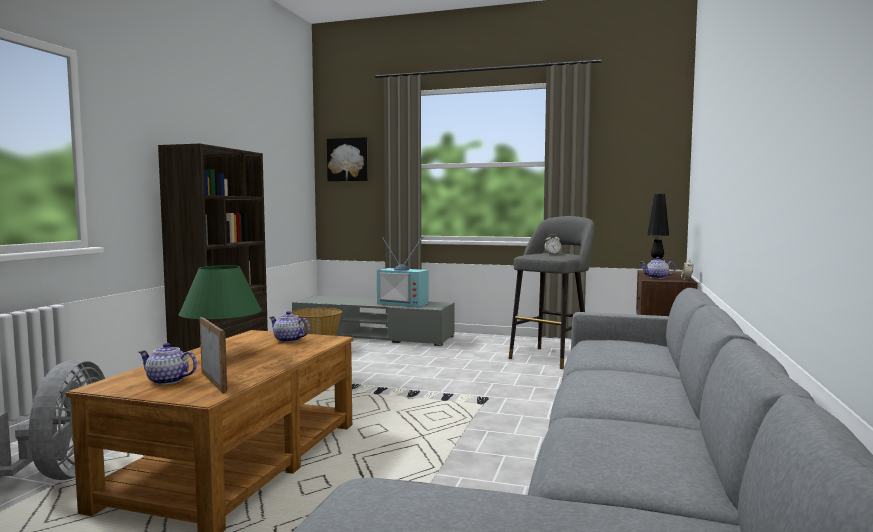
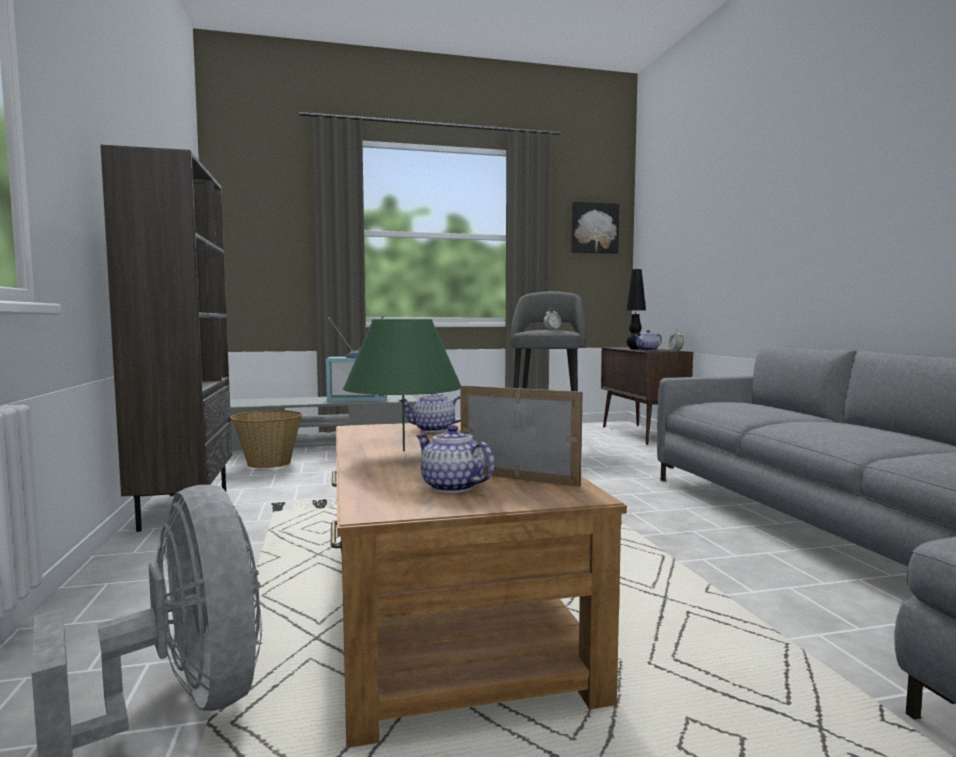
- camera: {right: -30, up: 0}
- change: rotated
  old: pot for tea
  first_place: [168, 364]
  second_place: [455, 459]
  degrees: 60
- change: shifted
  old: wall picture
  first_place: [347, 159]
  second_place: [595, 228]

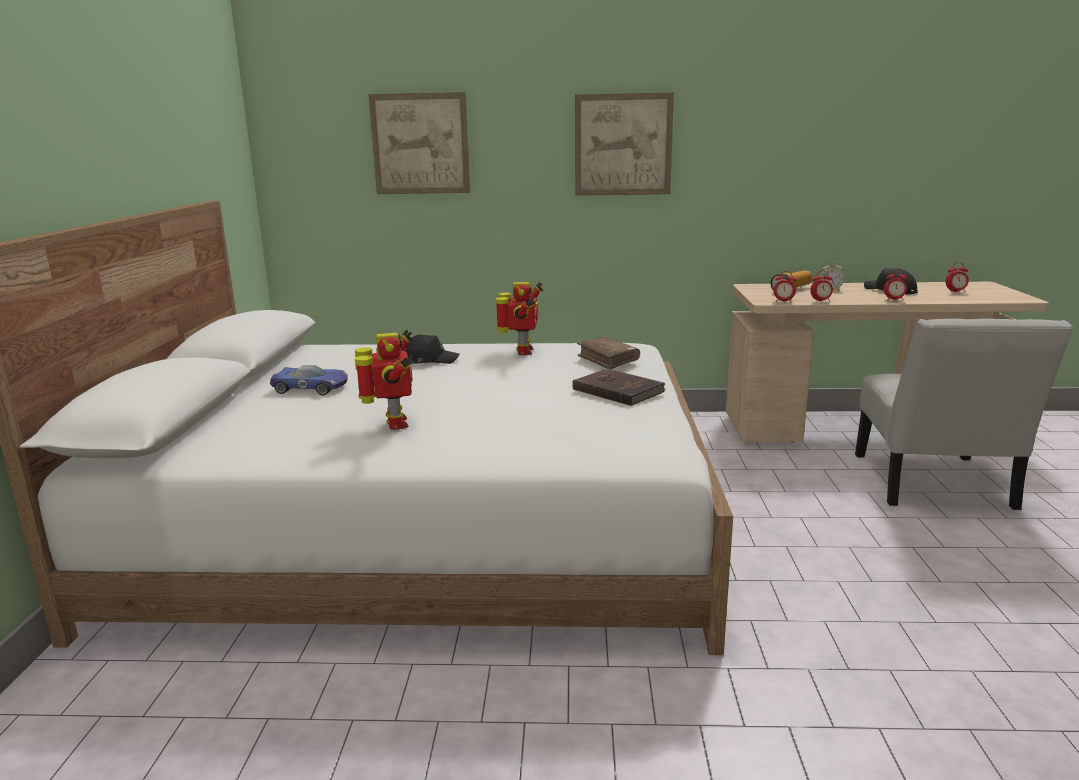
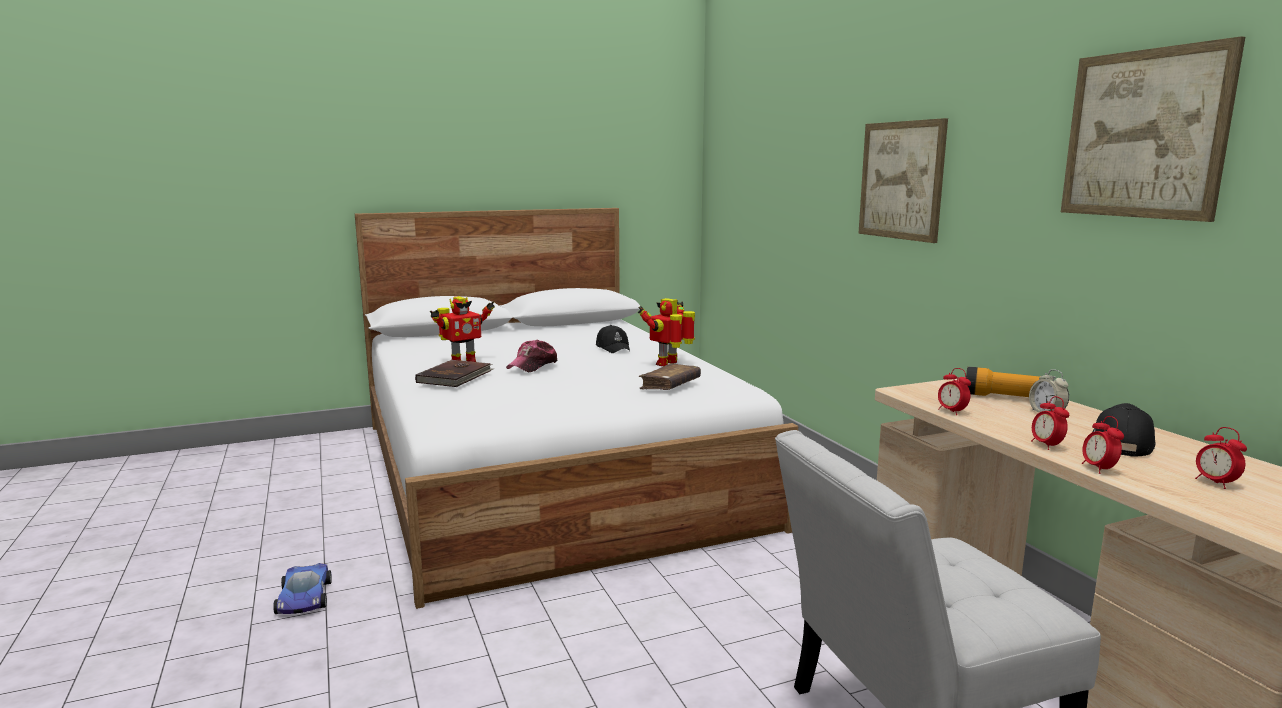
- camera: {right: 65, up: -5}
- change: shifted
  old: miniature car
  first_place: [309, 380]
  second_place: [302, 588]
- change: shifted
  old: wall picture
  first_place: [419, 143]
  second_place: [1153, 129]
- change: rotated
  old: robot figure
  first_place: [519, 318]
  second_place: [666, 332]
  degrees: 150
- change: shifted
  old: brown-coloured volume
  first_place: [619, 387]
  second_place: [454, 373]
- change: shifted
  old: bedside clock
  first_place: [785, 287]
  second_place: [1103, 445]
- change: new
  new: peaked cap
  second_place: [532, 356]

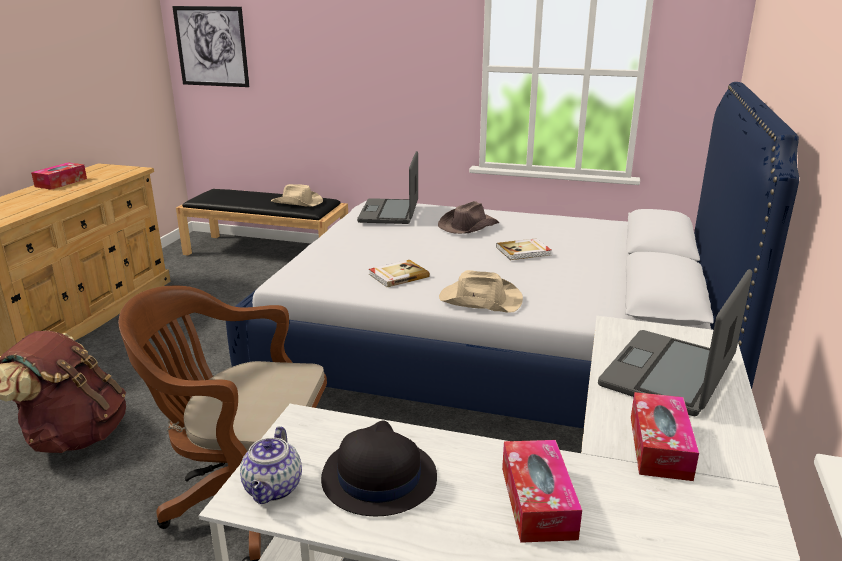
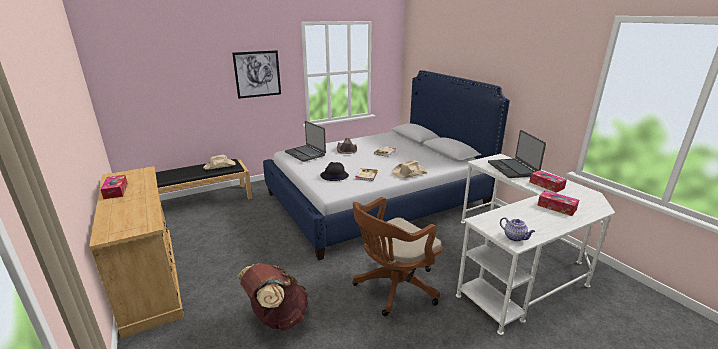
- camera: {right: -45, up: 0}
- change: shifted
  old: wall picture
  first_place: [210, 46]
  second_place: [256, 74]
- change: shifted
  old: blackish clothing hat
  first_place: [379, 468]
  second_place: [334, 171]

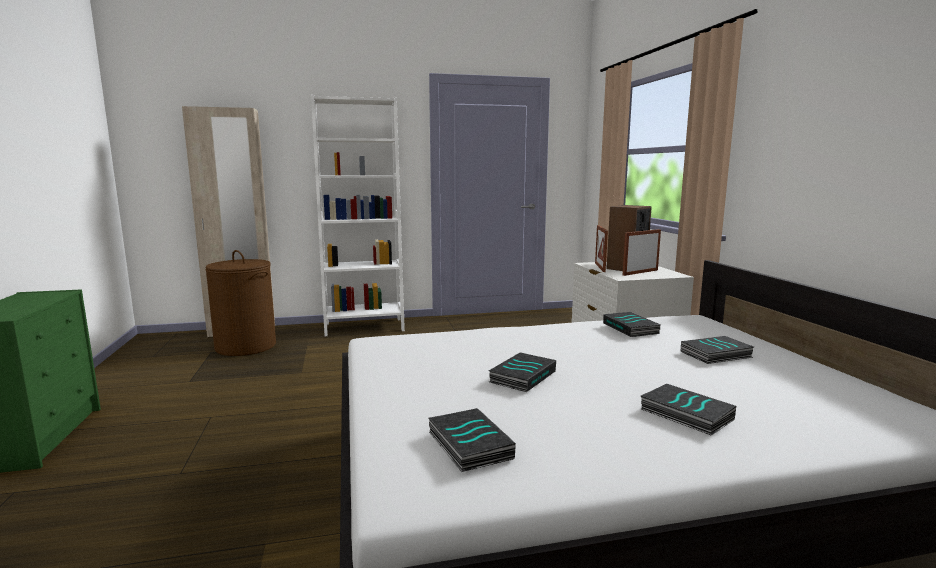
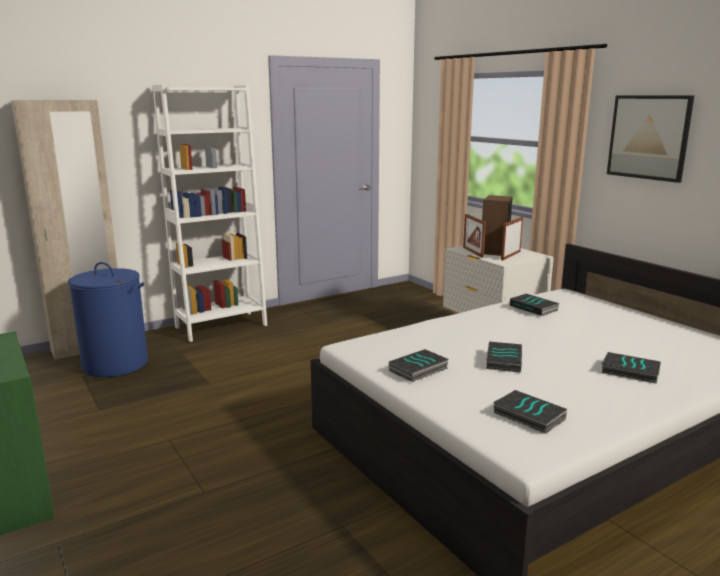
- camera: {right: -20, up: 5}
- change: repainted
  old: brown-coloured hamper
  new: blue-coloured hamper
  first_place: [240, 303]
  second_place: [108, 319]
- change: shifted
  old: volume
  first_place: [717, 350]
  second_place: [419, 365]
- change: new
  new: wall picture
  second_place: [650, 139]

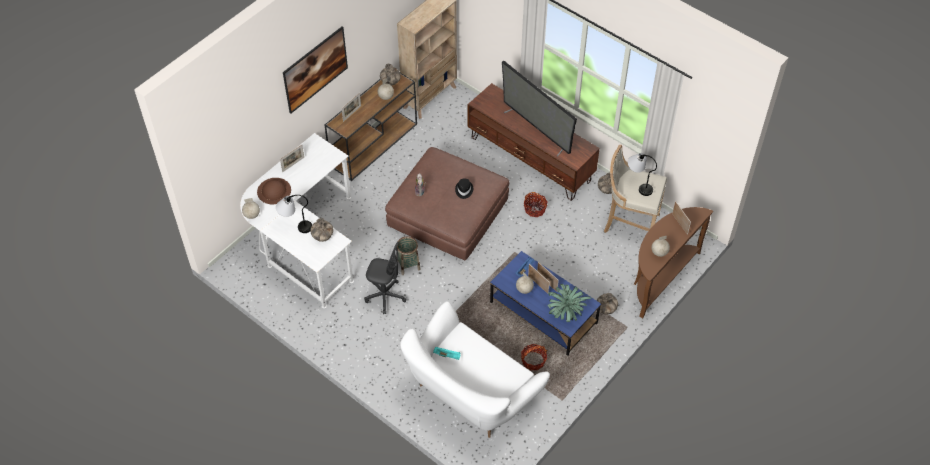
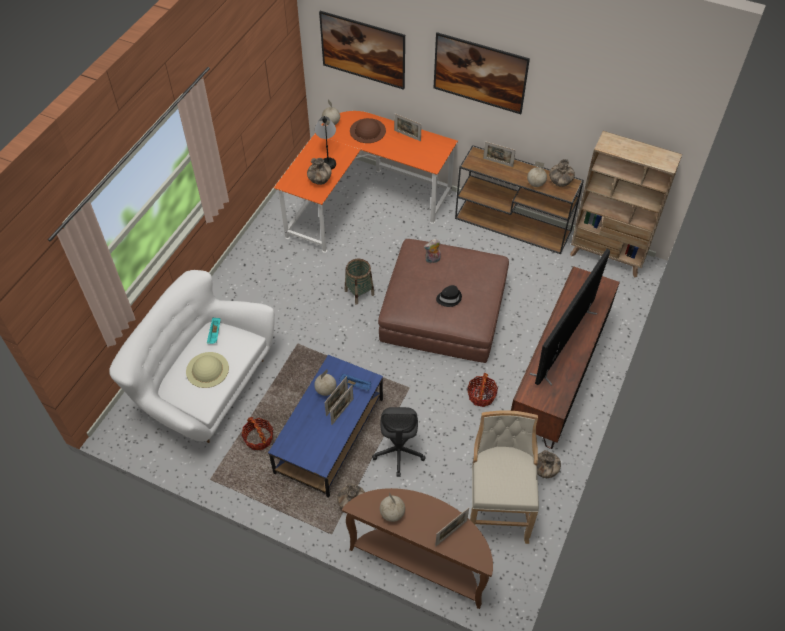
- camera: {right: 75, up: 0}
- change: repainted
  old: whitish desk unit
  new: orangey desk unit
  first_place: [297, 220]
  second_place: [366, 182]
- change: shifted
  old: greyish desk chair
  first_place: [385, 278]
  second_place: [399, 442]
- change: gone
  old: potted plant
  first_place: [569, 303]
- change: gone
  old: table lamp
  first_place: [642, 174]
- change: new
  new: beige-coloured clothing hat
  second_place: [207, 370]
- change: new
  new: wall picture
  second_place: [362, 50]

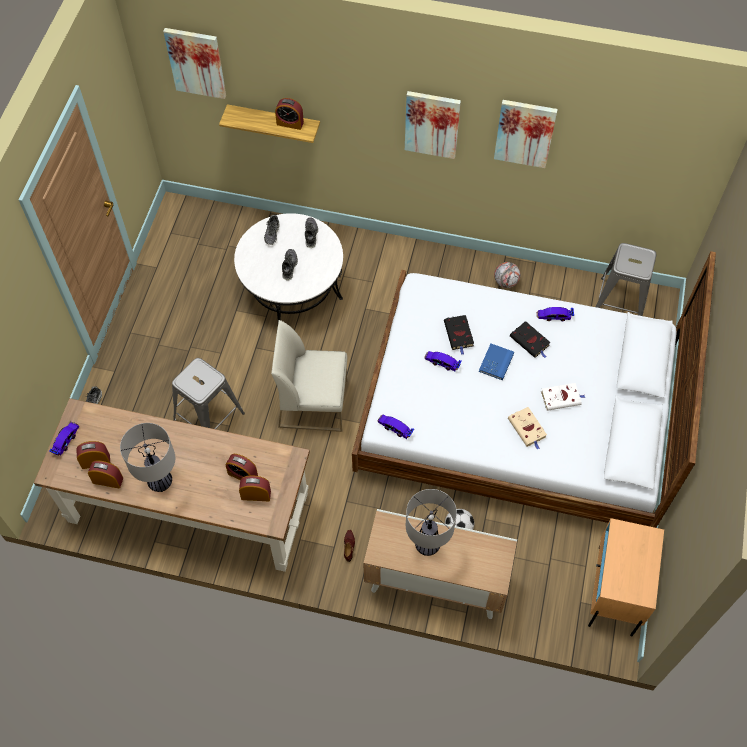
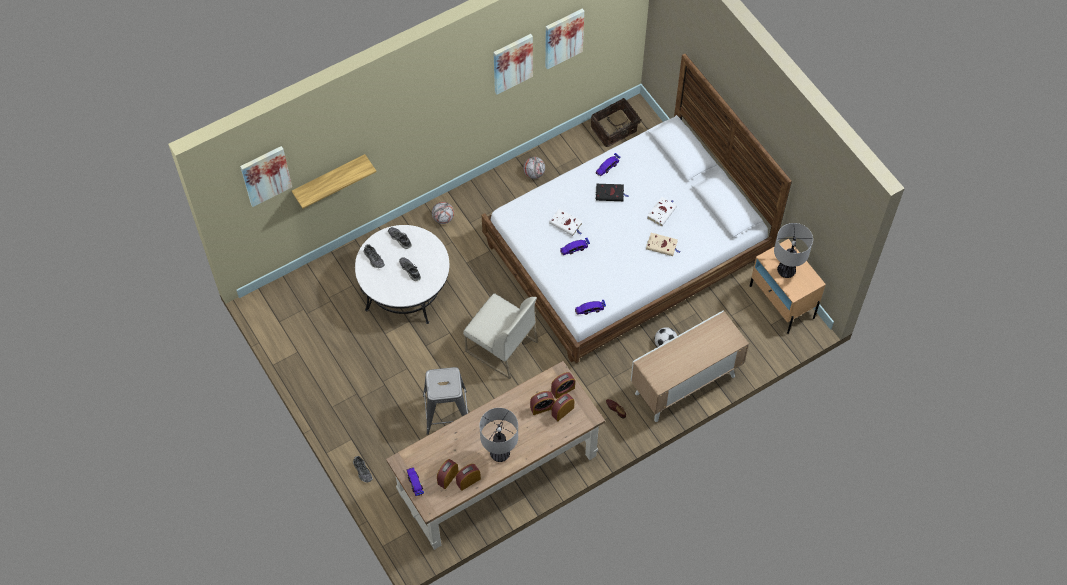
- camera: {right: -45, up: 0}
- change: rotated
  old: whitish plain chair
  first_place: [309, 376]
  second_place: [500, 336]
  degrees: -105
- change: shifted
  old: bedside clock
  first_place: [289, 114]
  second_place: [563, 385]
- change: shifted
  old: wall picture
  first_place: [433, 125]
  second_place: [564, 39]
- change: shifted
  old: table lamp
  first_place: [431, 522]
  second_place: [793, 250]
- change: repainted
  old: blackish volume
  new: whitish volume
  first_place: [459, 335]
  second_place: [565, 222]
- change: gone
  old: blue-coloured volume
  first_place: [496, 362]
- change: swapped
  old: greyish stool seat
  new: storage basket
  first_place: [626, 279]
  second_place: [616, 122]
- change: new
  new: football ball
  second_place: [443, 213]

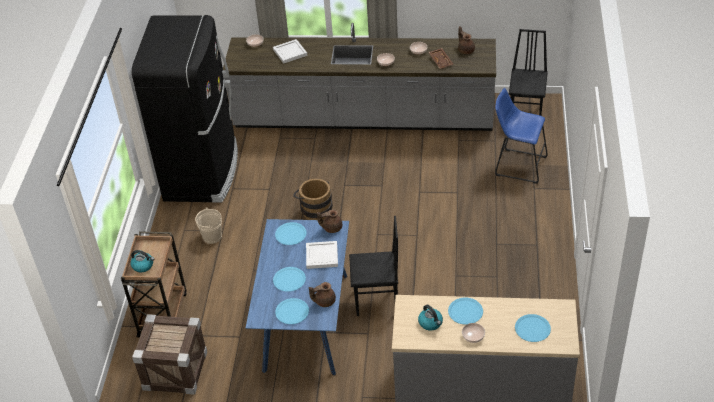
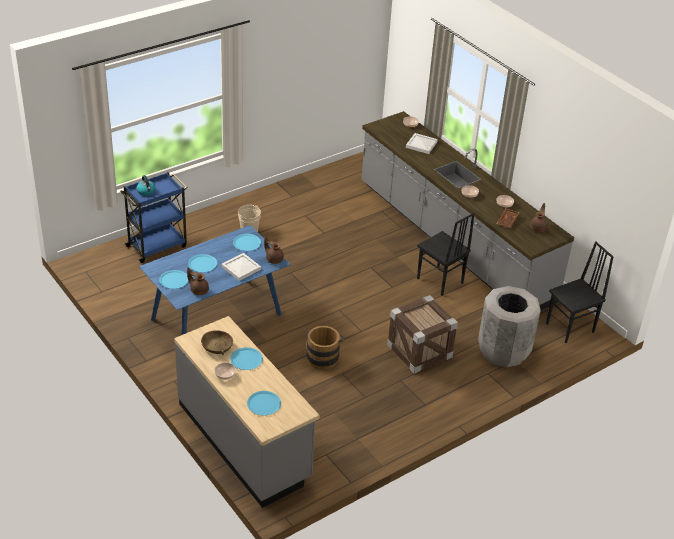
- camera: {right: 45, up: -5}
- change: repainted
  old: brown-coloured cart
  new: blue-coloured cart
  first_place: [153, 284]
  second_place: [154, 217]
- change: gone
  old: blackish fridge
  first_place: [185, 109]
- change: shifted
  old: shipping crate
  first_place: [169, 354]
  second_place: [422, 334]
- change: shifted
  old: brown-coloured water bucket
  first_place: [313, 199]
  second_place: [324, 348]
- change: shifted
  old: blackish plain chair
  first_place: [373, 266]
  second_place: [446, 254]
- change: swapped
  old: kettle
  new: brown-coloured deep dish
  first_place: [430, 317]
  second_place: [217, 343]
- change: swapped
  old: blue-coloured stool seat
  new: greyish waste bin
  first_place: [521, 136]
  second_place: [509, 326]

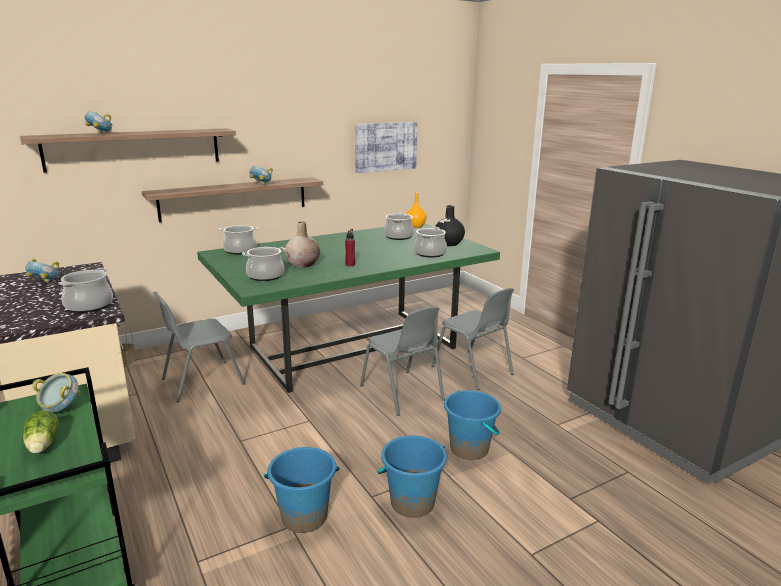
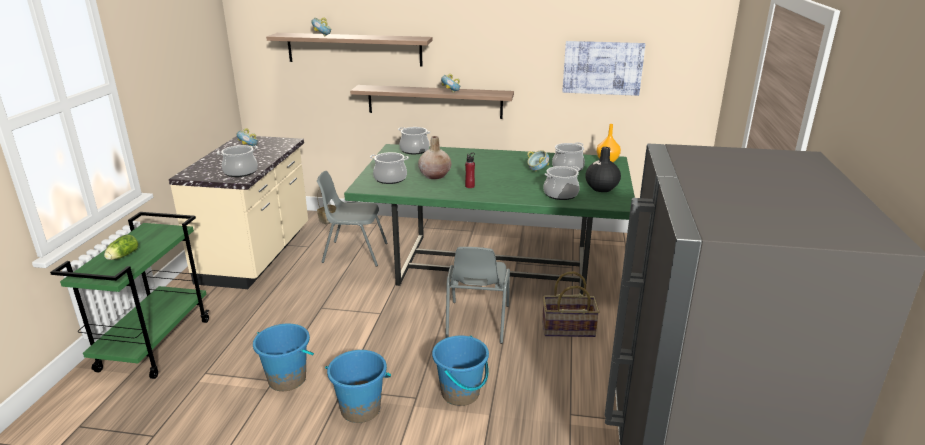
- camera: {right: 40, up: 5}
- change: shifted
  old: deep dish
  first_place: [56, 392]
  second_place: [538, 160]
- change: swapped
  old: greyish plain chair
  new: storage basket
  first_place: [473, 339]
  second_place: [571, 304]

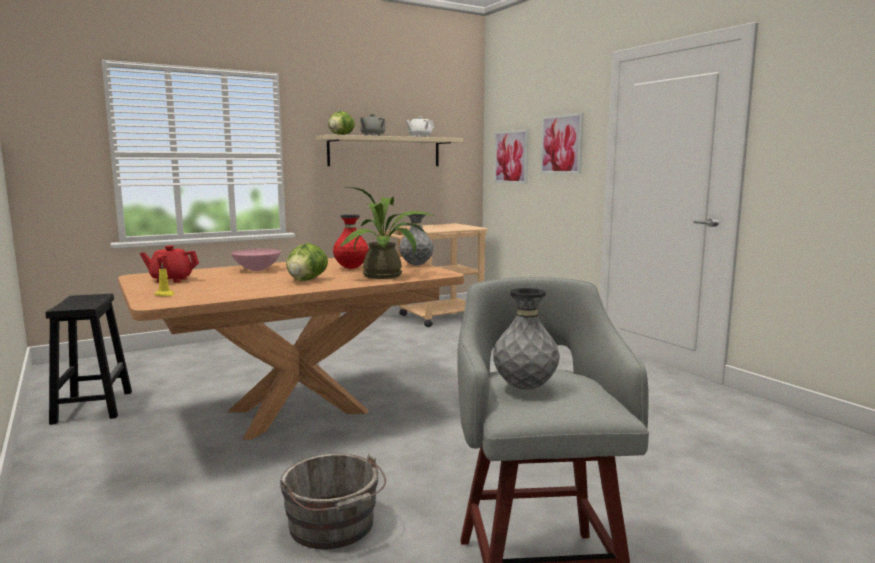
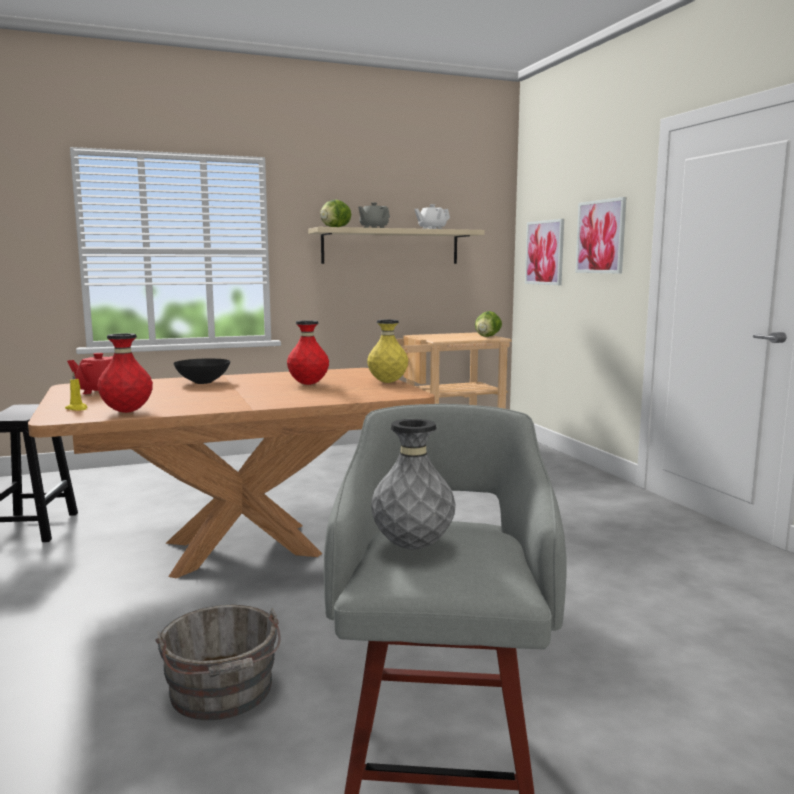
- camera: {right: 10, up: 0}
- change: repainted
  old: pink deep dish
  new: blackish deep dish
  first_place: [256, 260]
  second_place: [202, 371]
- change: shifted
  old: lettuce head
  first_place: [307, 262]
  second_place: [488, 324]
- change: gone
  old: potted plant
  first_place: [387, 233]
- change: repainted
  old: greyish decorative vase
  new: yellow-coloured decorative vase
  first_place: [416, 240]
  second_place: [387, 351]
- change: new
  new: red decorative vase
  second_place: [125, 373]

